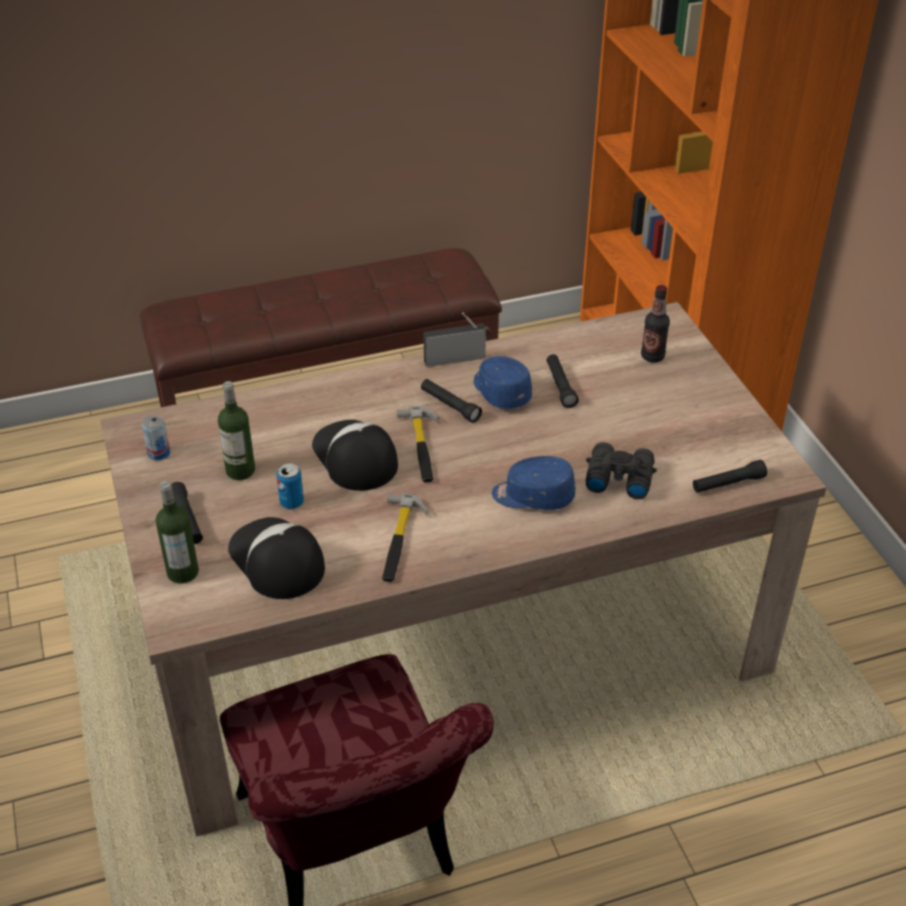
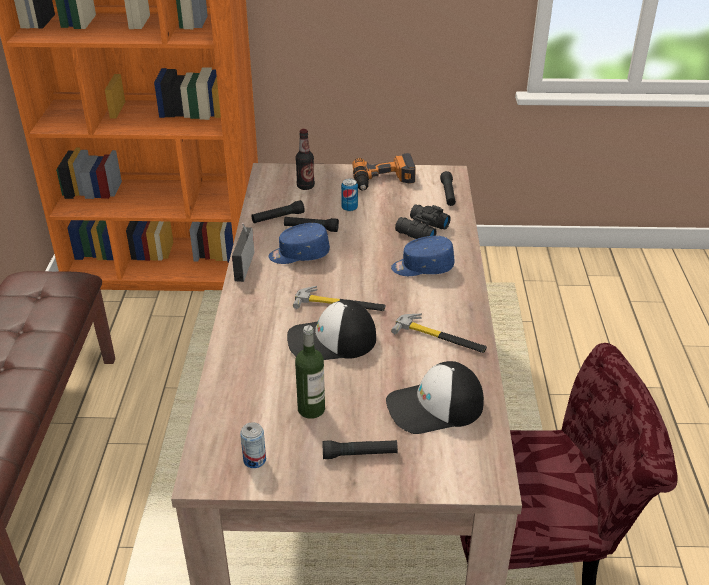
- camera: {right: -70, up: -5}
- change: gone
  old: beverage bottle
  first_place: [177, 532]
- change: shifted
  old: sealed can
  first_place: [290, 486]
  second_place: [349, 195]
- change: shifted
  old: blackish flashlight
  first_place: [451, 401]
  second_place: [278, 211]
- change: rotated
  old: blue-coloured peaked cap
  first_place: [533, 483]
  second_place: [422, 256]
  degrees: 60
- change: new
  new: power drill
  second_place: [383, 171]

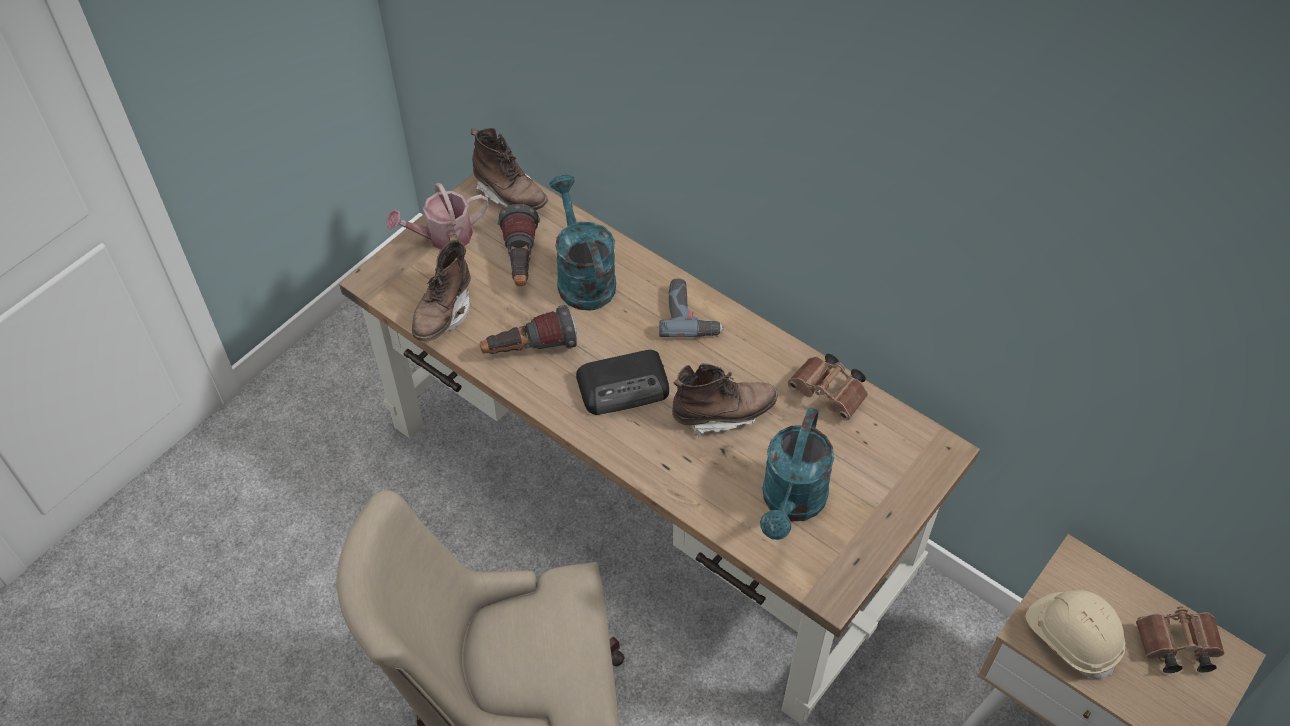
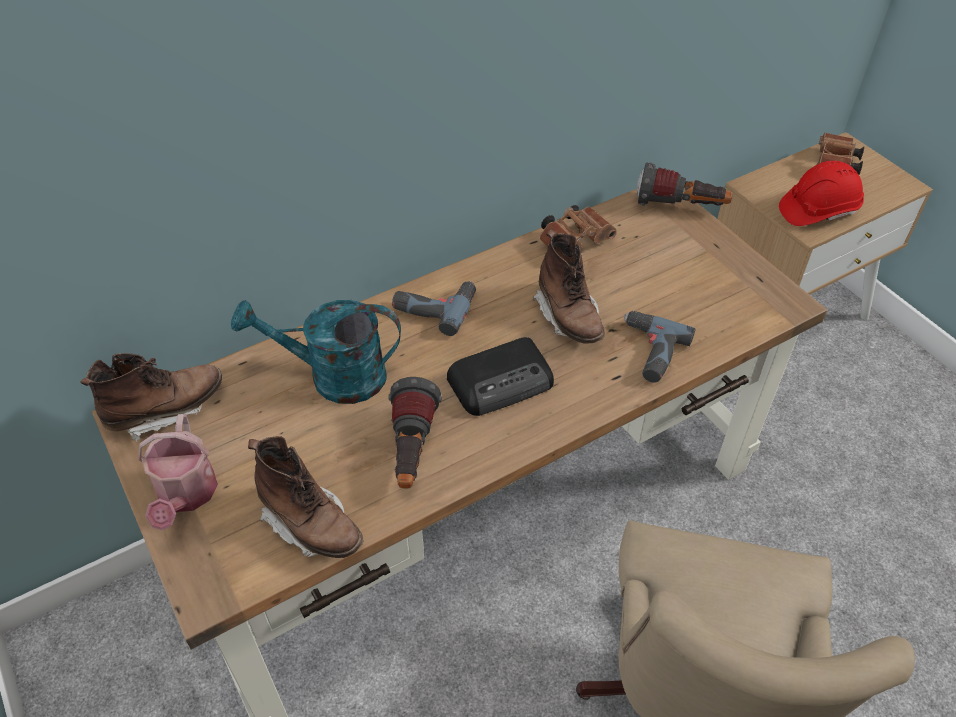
- camera: {right: -70, up: -5}
- change: shifted
  old: flashlight
  first_place: [519, 245]
  second_place: [684, 184]
- change: rotated
  old: radio set
  first_place: [622, 382]
  second_place: [500, 376]
  degrees: 60
- change: rotated
  old: brown-coloured tall boot
  first_place: [725, 400]
  second_place: [569, 286]
  degrees: 150
- change: gone
  old: blue-green watering pot
  first_place: [797, 473]
- change: repainted
  old: beige-coloured safety helmet
  new: red safety helmet
  first_place: [1076, 634]
  second_place: [821, 193]
- change: new
  new: power drill
  second_place: [660, 346]

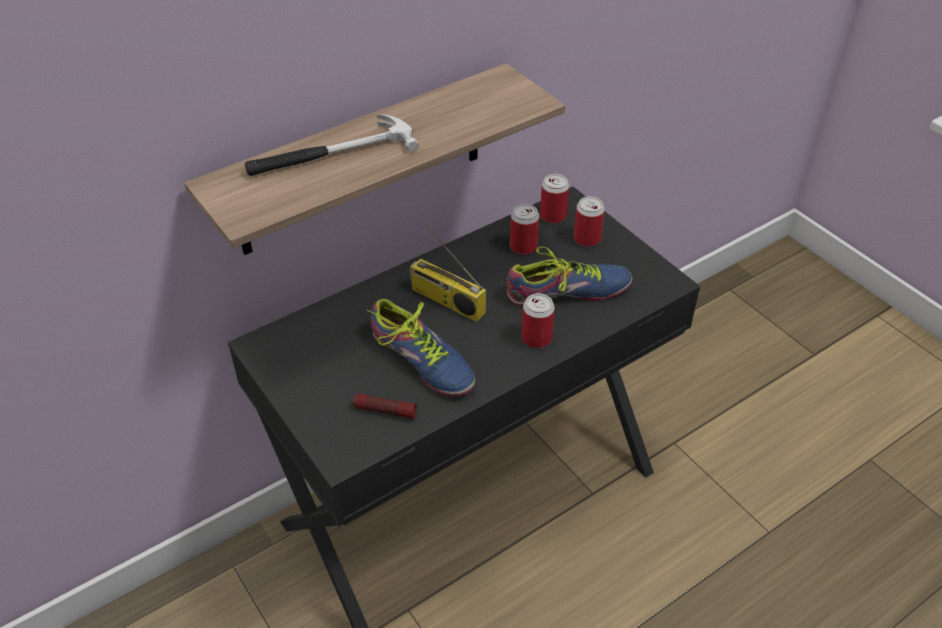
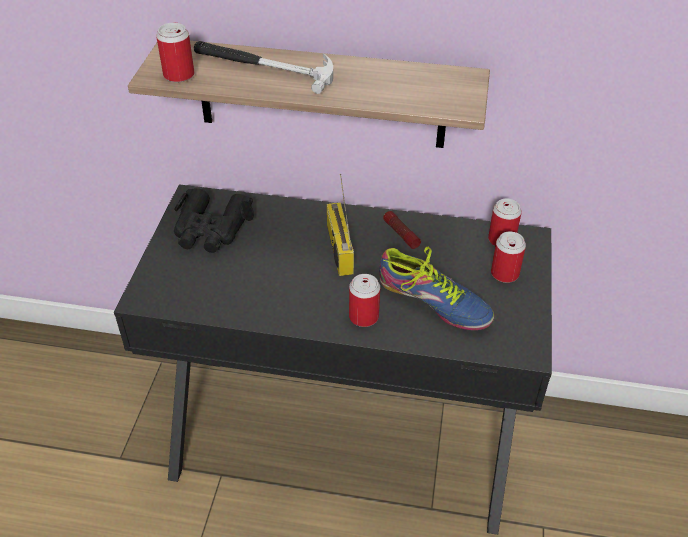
- camera: {right: 45, up: 0}
- change: shifted
  old: flashlight
  first_place: [385, 406]
  second_place: [402, 230]
- change: gone
  old: low shoe
  first_place: [421, 347]
- change: shifted
  old: sealed can
  first_place: [524, 229]
  second_place: [175, 52]
- change: new
  new: blackish binoculars
  second_place: [214, 220]

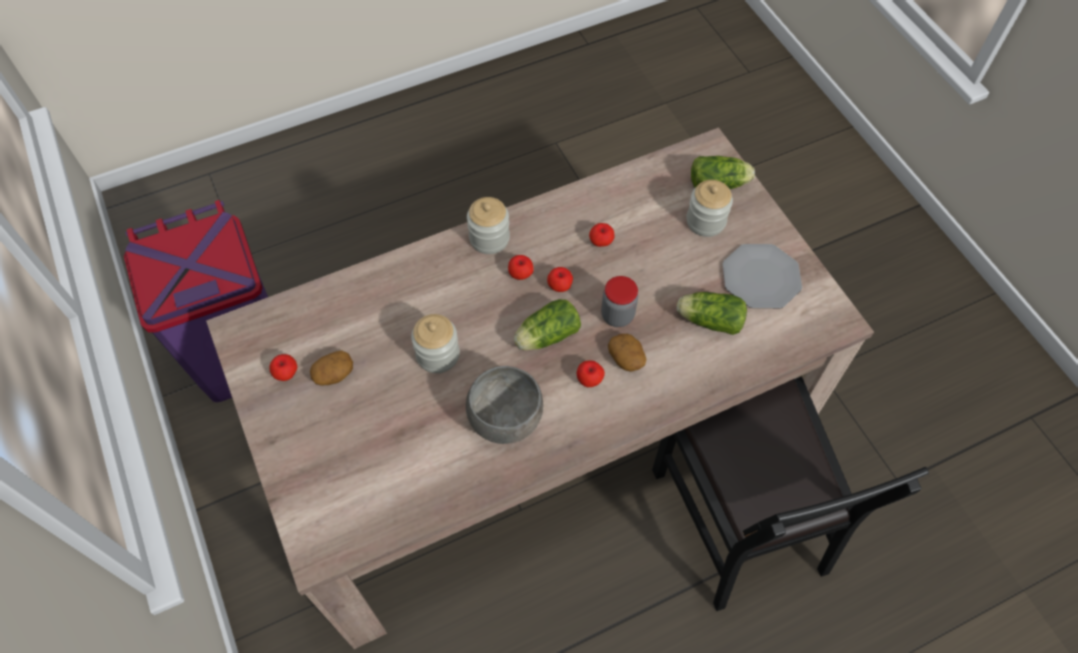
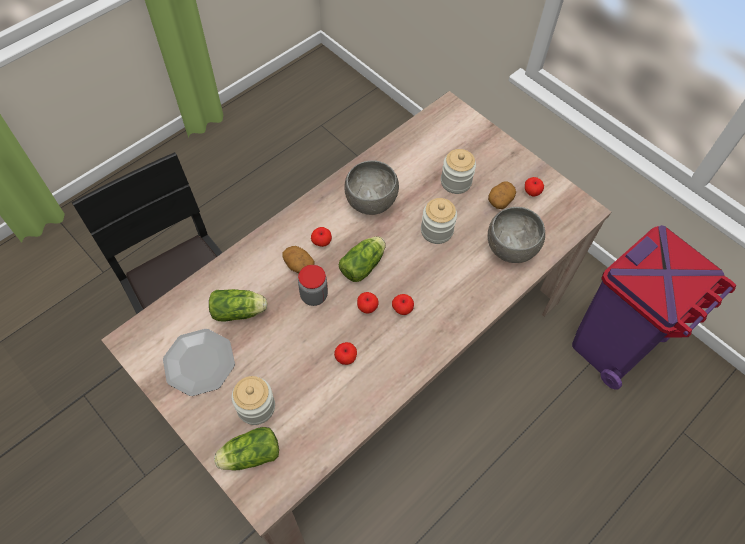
- camera: {right: 160, up: 0}
- change: shifted
  old: jar
  first_place: [488, 225]
  second_place: [458, 171]
- change: new
  new: greyish deep dish
  second_place: [516, 235]

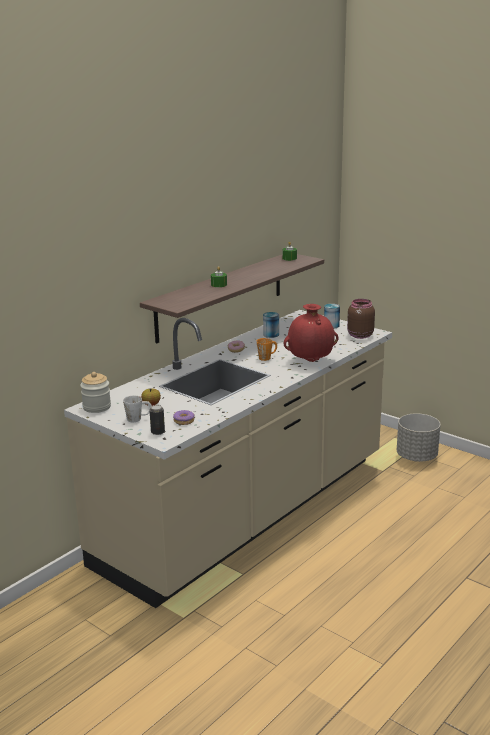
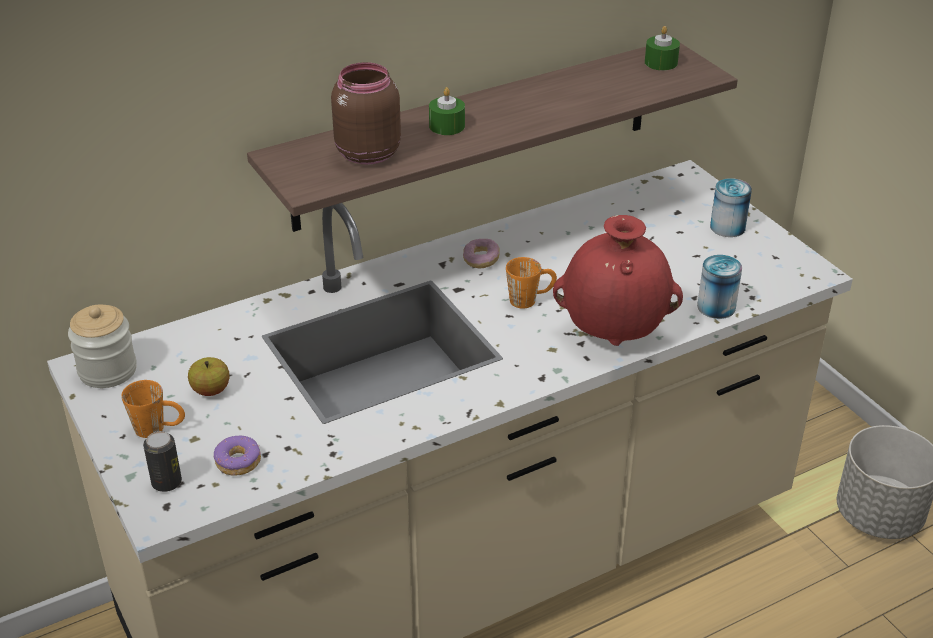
- camera: {right: 20, up: 15}
- change: repainted
  old: whitish coffee mug
  new: orangey coffee mug
  first_place: [137, 408]
  second_place: [153, 409]
- change: shifted
  old: sealed can
  first_place: [271, 325]
  second_place: [719, 287]
- change: shifted
  old: brown-coloured jar
  first_place: [361, 319]
  second_place: [366, 113]

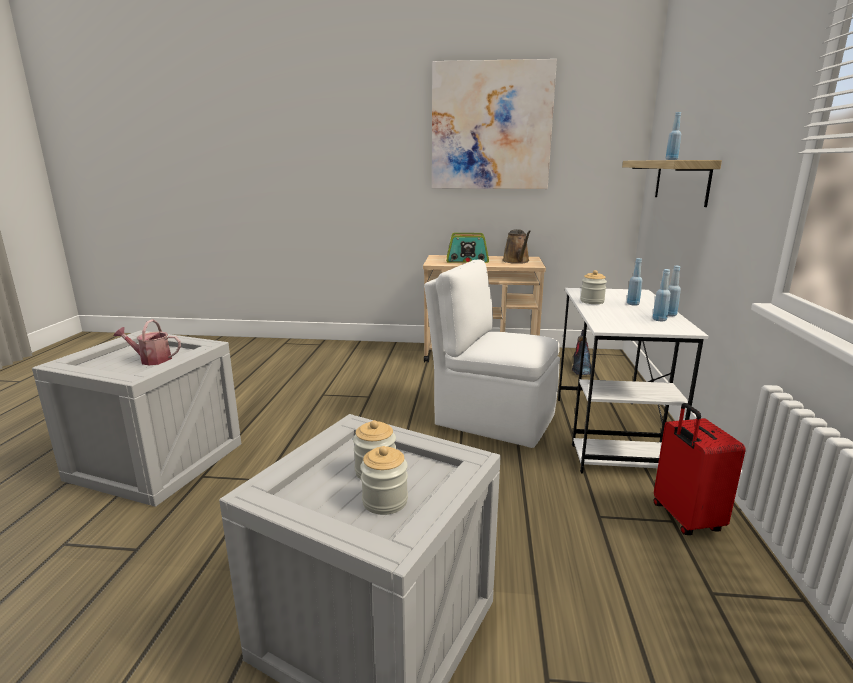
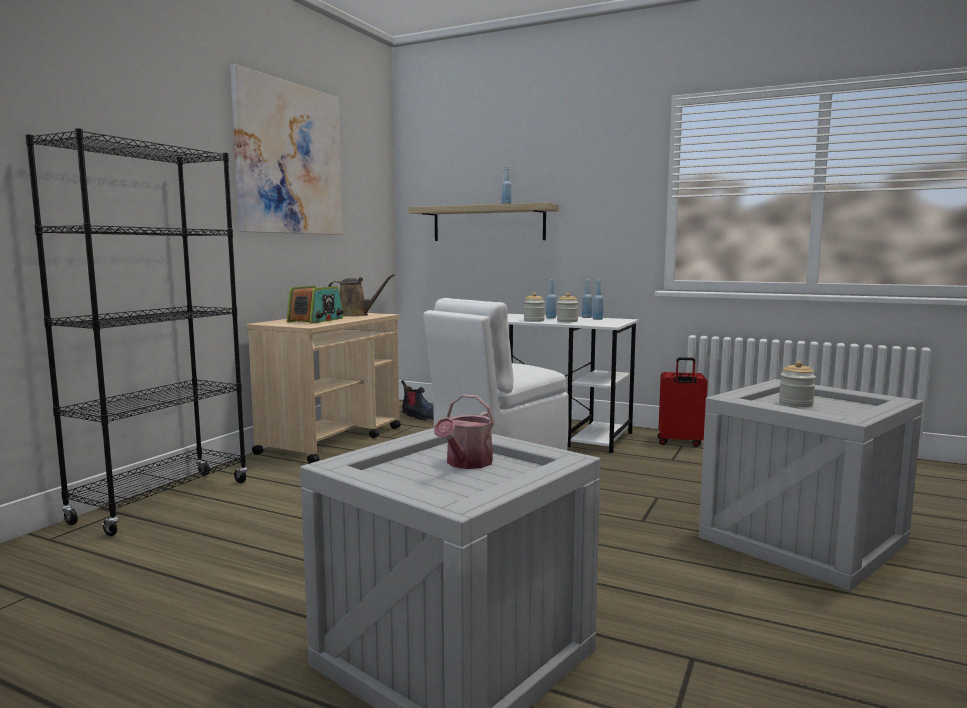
- camera: {right: -70, up: -10}
- change: shifted
  old: jar
  first_place: [384, 480]
  second_place: [567, 307]
- change: new
  new: blackish bookcase
  second_place: [136, 332]

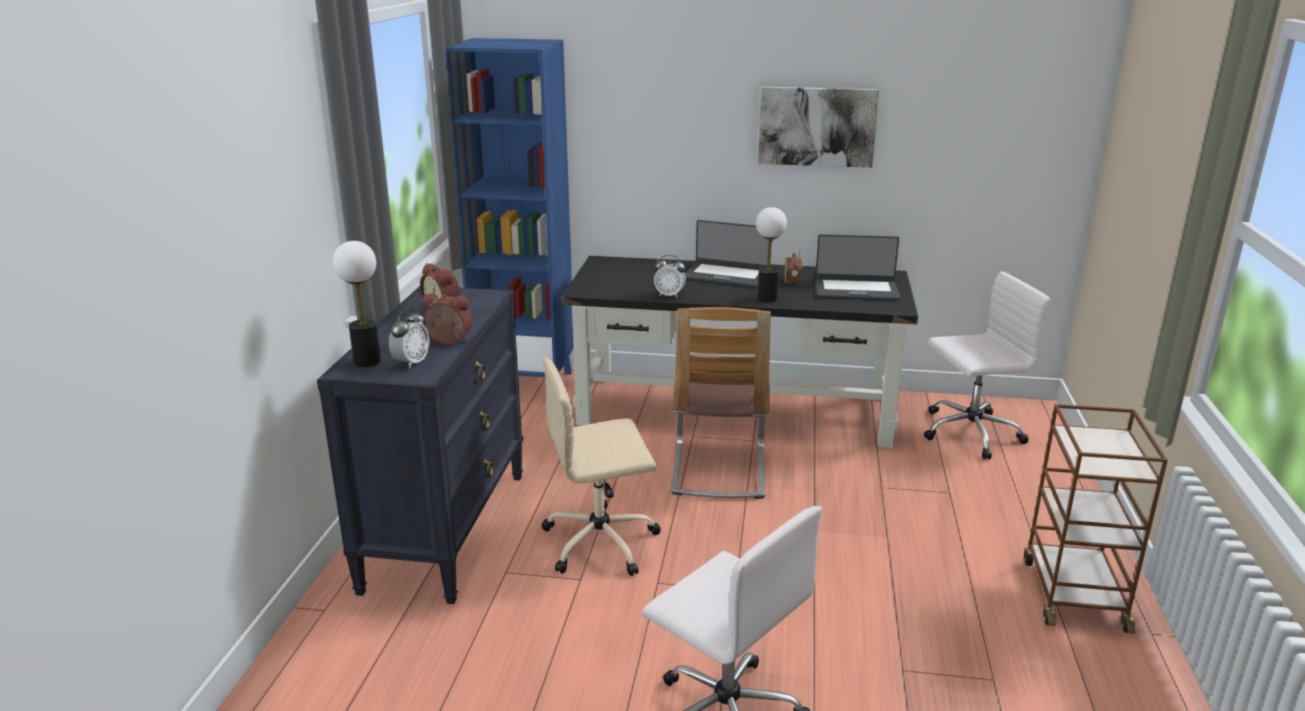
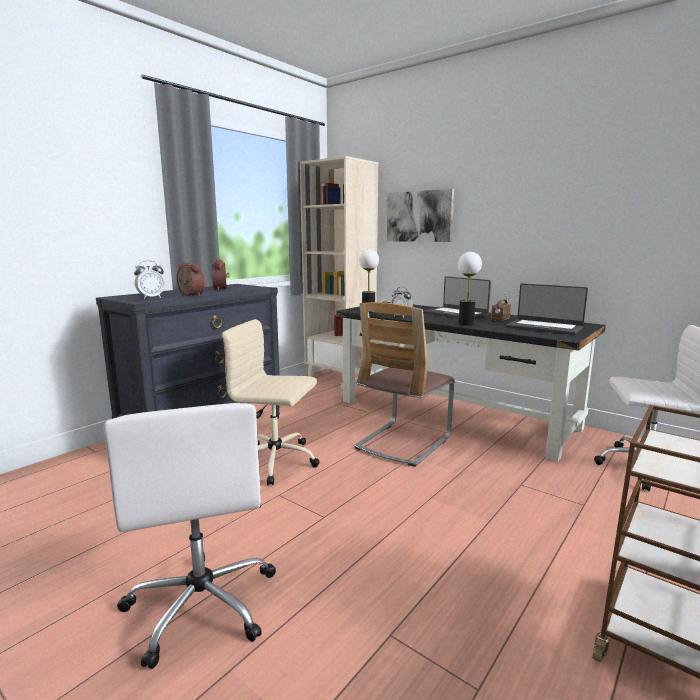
- camera: {right: 30, up: -10}
- change: shifted
  old: table lamp
  first_place: [357, 304]
  second_place: [369, 281]
- change: repainted
  old: blue-coloured bookcase
  new: beige-coloured bookcase
  first_place: [509, 207]
  second_place: [339, 268]
- change: shifted
  old: wall picture
  first_place: [818, 127]
  second_place: [420, 215]

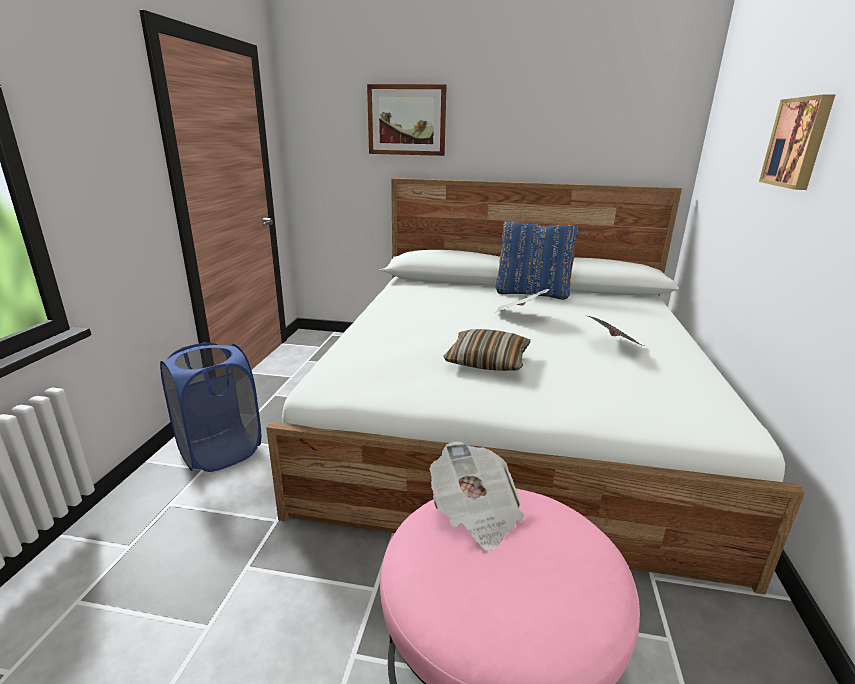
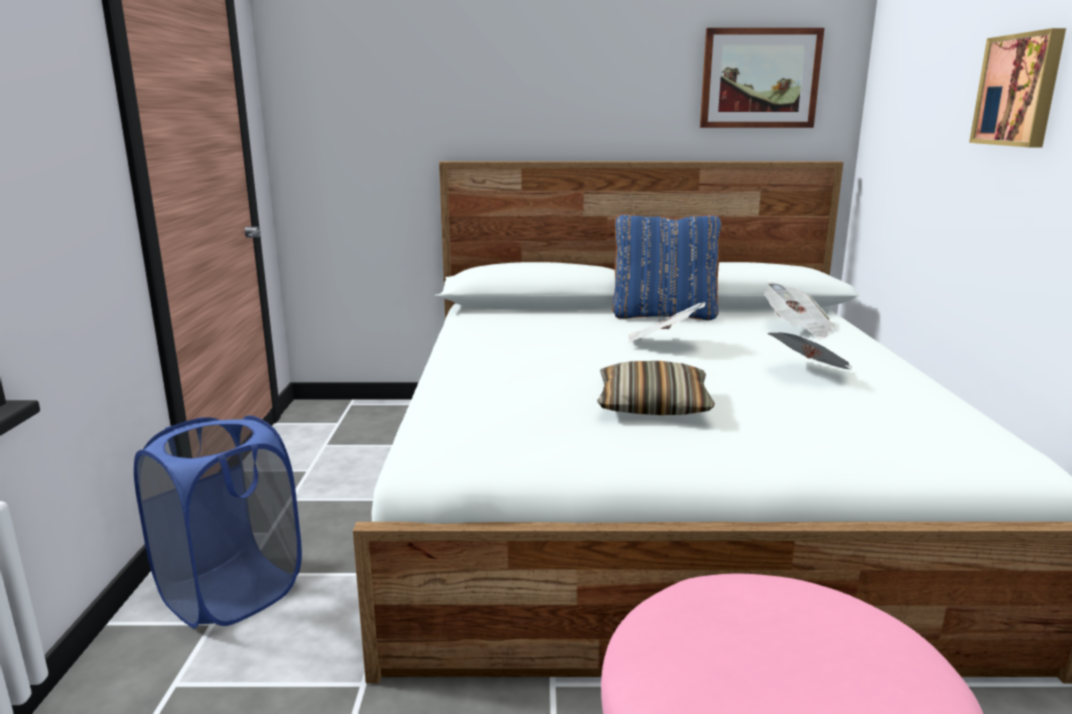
- camera: {right: -10, up: -5}
- change: shifted
  old: wall picture
  first_place: [407, 120]
  second_place: [762, 78]
- change: shifted
  old: daily paper
  first_place: [476, 496]
  second_place: [799, 310]

